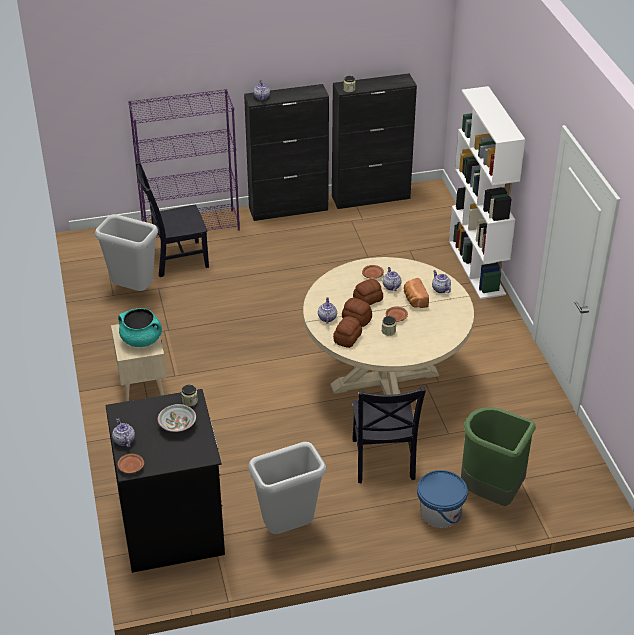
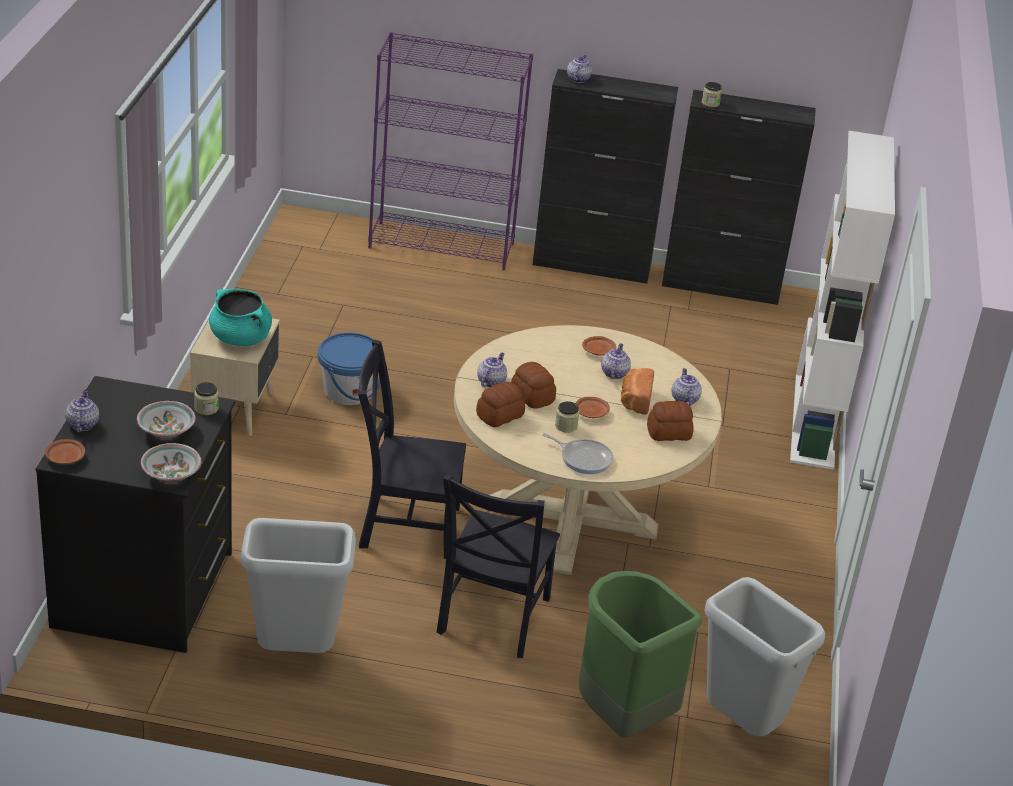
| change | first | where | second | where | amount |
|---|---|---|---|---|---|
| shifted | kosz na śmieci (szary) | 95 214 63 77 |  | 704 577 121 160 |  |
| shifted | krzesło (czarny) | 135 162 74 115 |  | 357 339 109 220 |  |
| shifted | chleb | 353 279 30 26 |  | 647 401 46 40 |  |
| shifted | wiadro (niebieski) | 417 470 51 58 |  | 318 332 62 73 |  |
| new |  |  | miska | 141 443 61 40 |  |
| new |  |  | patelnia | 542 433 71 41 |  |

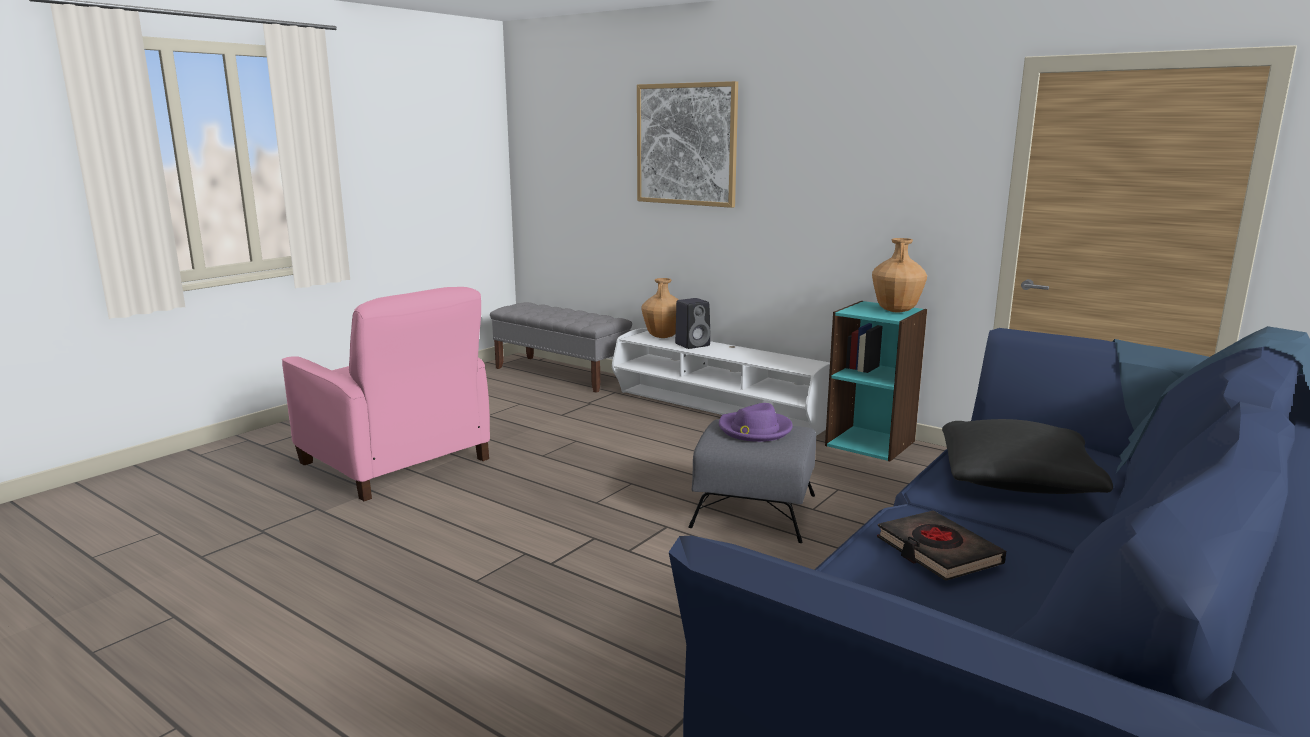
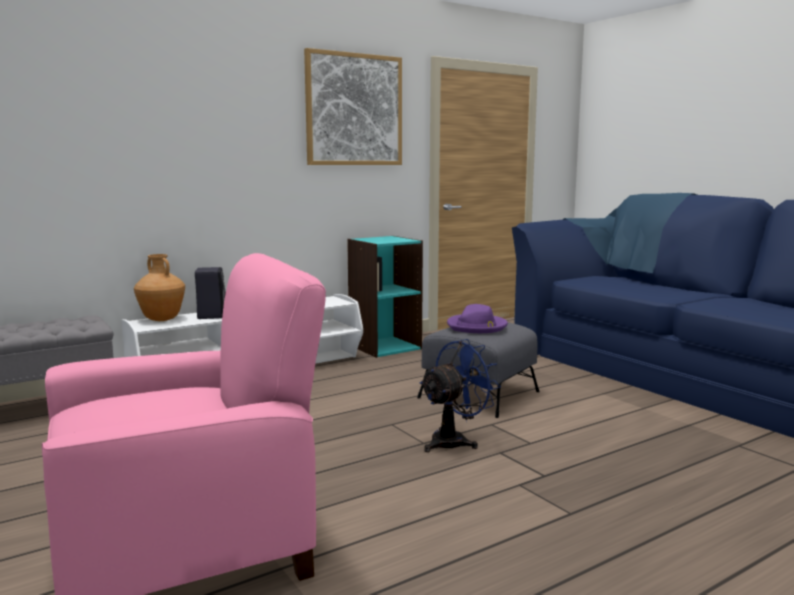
| change | first | where | second | where | amount |
|---|---|---|---|---|---|
| shifted | obraz | 637 81 101 127 |  | 304 48 98 117 |  |
| gone | wazon (brązowy) | 872 238 55 74 |  |  |  |
| gone | książka (czarny) | 877 511 129 70 |  |  |  |
| gone | poduszka (czarny) | 942 419 171 75 |  |  |  |
| new |  |  | wentylator (niebieski) | 420 339 81 113 |  |

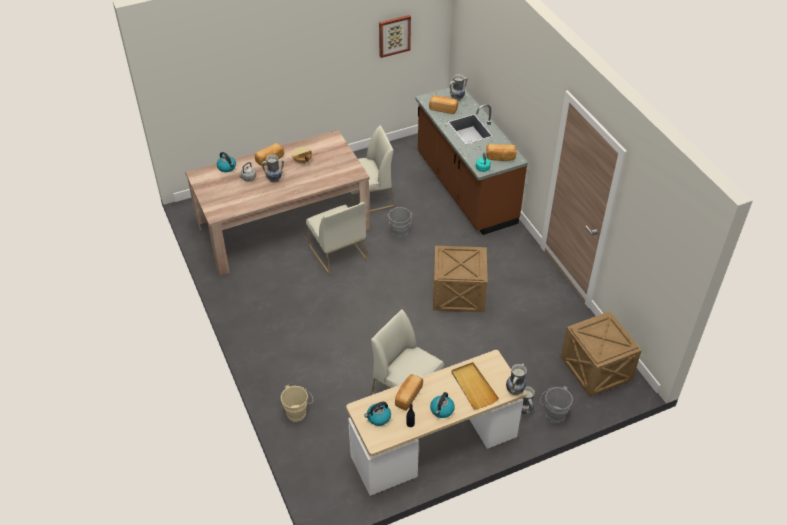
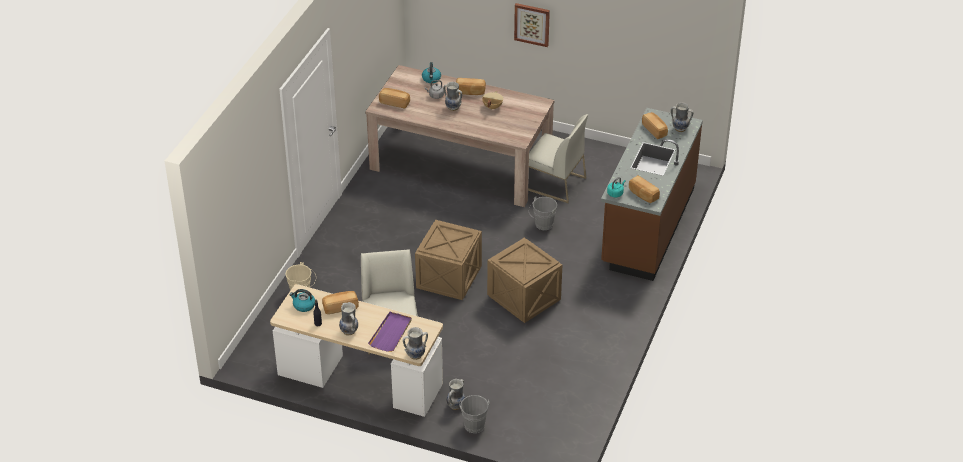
| change | first | where | second | where | amount |
|---|---|---|---|---|---|
| gone | krzesło (biały) | 306 202 62 74 |  |  |  |
| shifted | obraz | 379 15 32 43 |  | 514 3 36 44 |  |
| swapped | czajnik | 430 392 25 26 | wazon | 339 302 19 33 |  |
| repainted | taca (beżowy) | 451 362 48 47 | taca (fioletowy) | 368 312 44 40 |  |
| shifted | skrzynka | 561 311 81 86 |  | 415 220 67 80 |  |
| new |  |  | chleb | 379 88 31 20 |  |

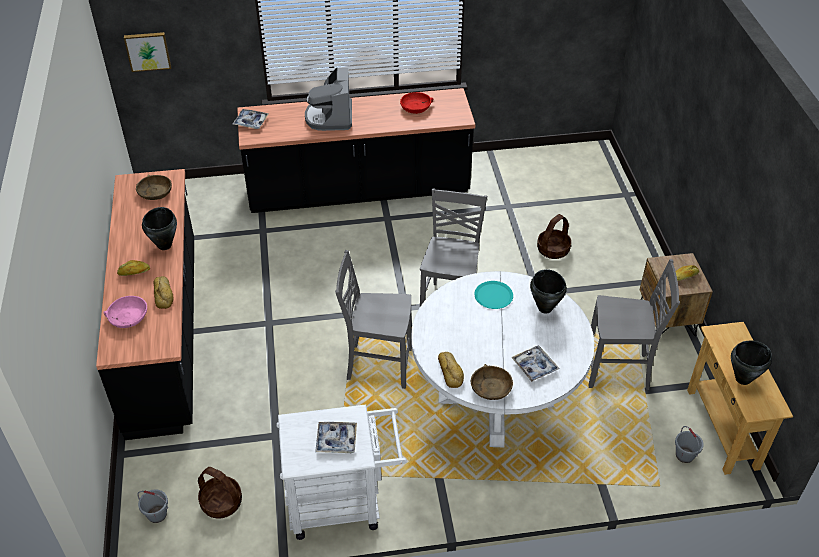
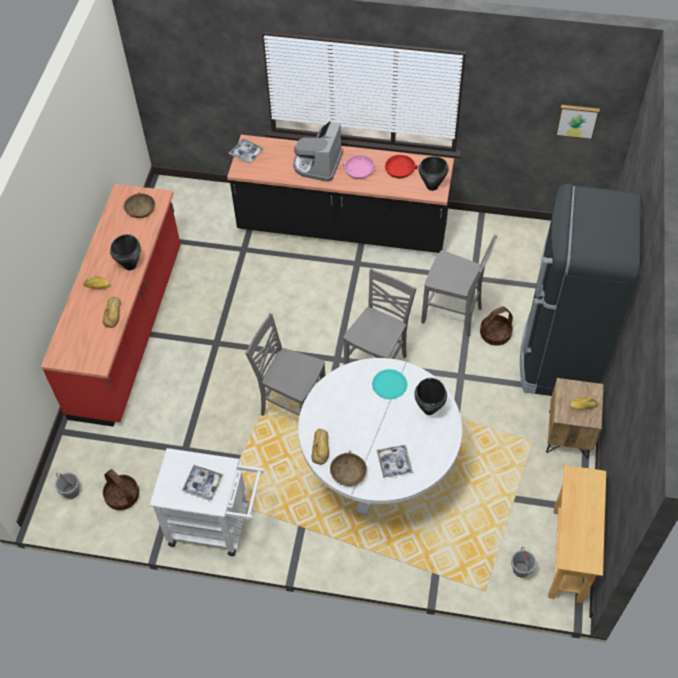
| change | first | where | second | where | amount |
|---|---|---|---|---|---|
| repainted | zabudowa kuchenna (czarny) | 96 169 98 271 | zabudowa kuchenna (czerwony) | 41 184 140 243 |  |
| shifted | miska (różowy) | 103 296 44 32 |  | 343 155 32 24 |  |
| shifted | obraz | 124 32 47 40 |  | 555 105 45 35 |  |
| shifted | krzesło (szary) | 589 259 91 131 |  | 421 235 76 102 |  |
| shifted | garnek (czarny) | 731 341 41 44 |  | 418 156 31 35 |  |
| new |  |  | lodówka (czarny) | 520 184 121 212 |  |

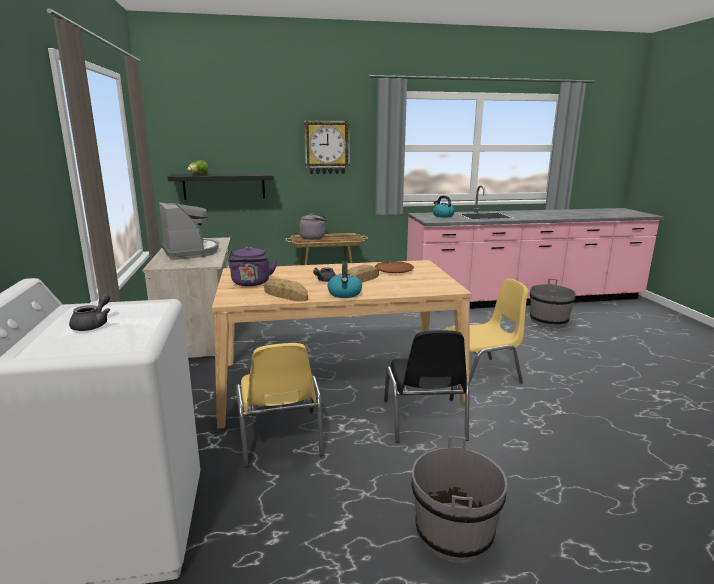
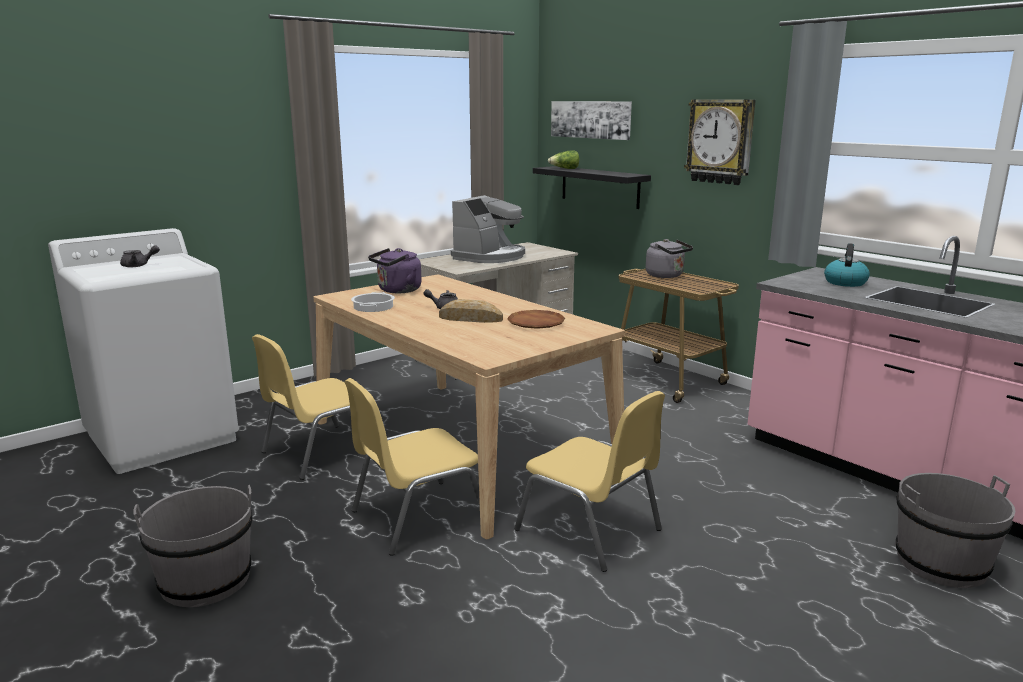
| change | first | where | second | where | amount |
|---|---|---|---|---|---|
| swapped | chleb | 264 279 44 23 | garnek | 351 292 44 20 |  |
| gone | czajnik | 327 261 35 37 |  |  |  |
| repainted | krzesło (czarny) | 384 330 85 113 | krzesło (żółty) | 344 378 136 178 |  |
| new |  |  | obraz | 551 101 81 39 |  |

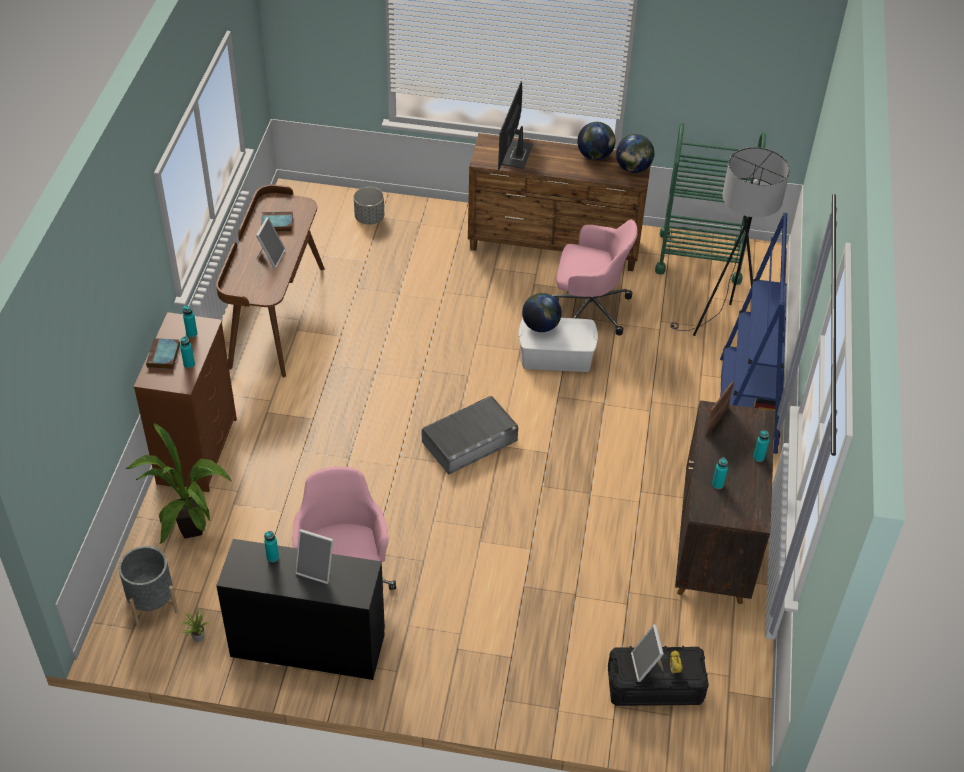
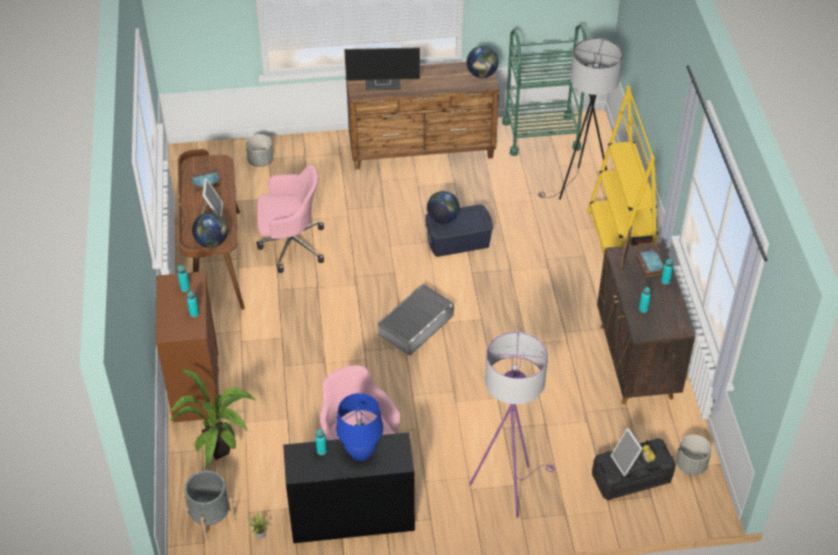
| change | first | where | second | where | amount |
|---|---|---|---|---|---|
| shifted | książka | 146 338 34 32 |  | 635 250 29 27 |  |
| swapped | ramka na zdjęcie | 295 529 39 55 | lampa stołowa (niebieski) | 336 393 47 68 |  |
| rotated | monitor | 498 81 35 90 |  | 344 47 76 43 | 90 degrees counterclockwise |
| repainted | pojemnik do przechowywania (biały) | 518 318 80 54 | pojemnik do przechowywania (niebieski) | 425 204 68 53 |  |
| shifted | krzesło biurowe (różowy) | 552 220 86 116 |  | 256 165 68 108 |  |
| shifted | globus | 577 122 38 38 |  | 192 212 36 36 |  |
| repainted | regał (niebieski) | 720 213 67 241 | regał (żółty) | 587 86 71 170 |  |
| new |  |  | lampa stojąca (fioletowy) | 469 332 86 186 |  |
| new |  |  | donica (szary) | 676 435 36 40 |  |

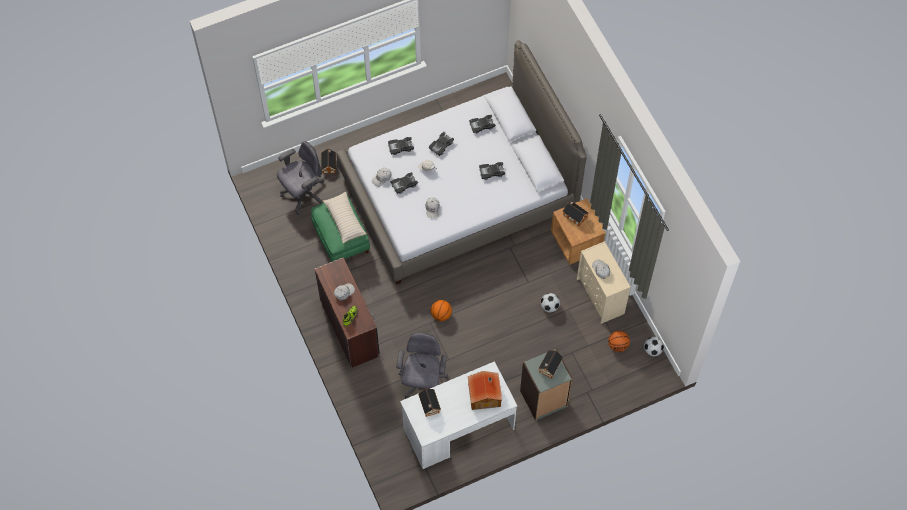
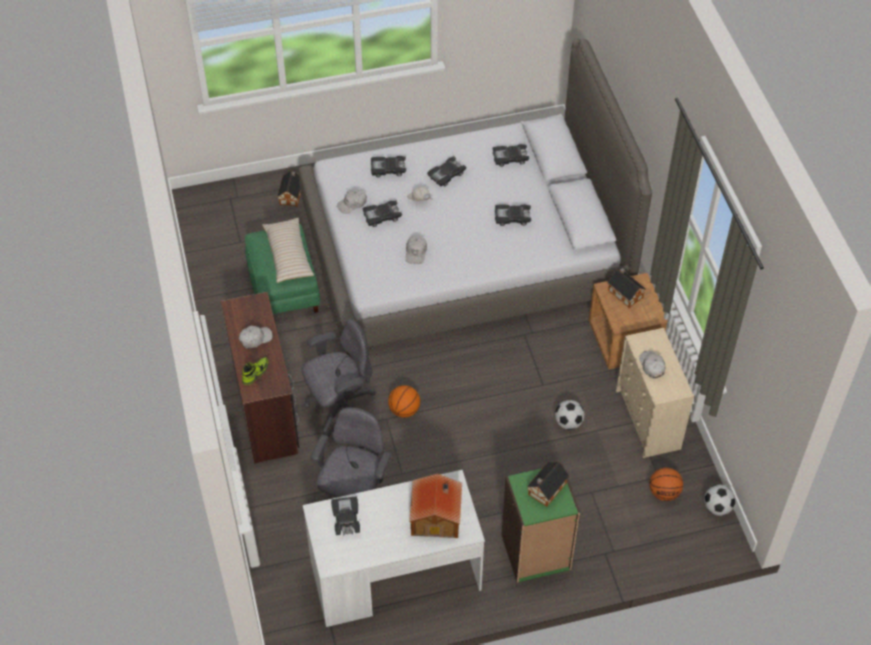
| change | first | where | second | where | amount |
|---|---|---|---|---|---|
| shifted | krzesło biurowe (szary) | 277 141 47 74 |  | 301 319 75 118 |  |
| swapped | domek | 418 389 23 28 | samochodzik (czarny) | 331 496 29 40 |  |
| repainted | regał (szary) | 520 348 53 73 | regał (zielony) | 501 464 79 119 |  |

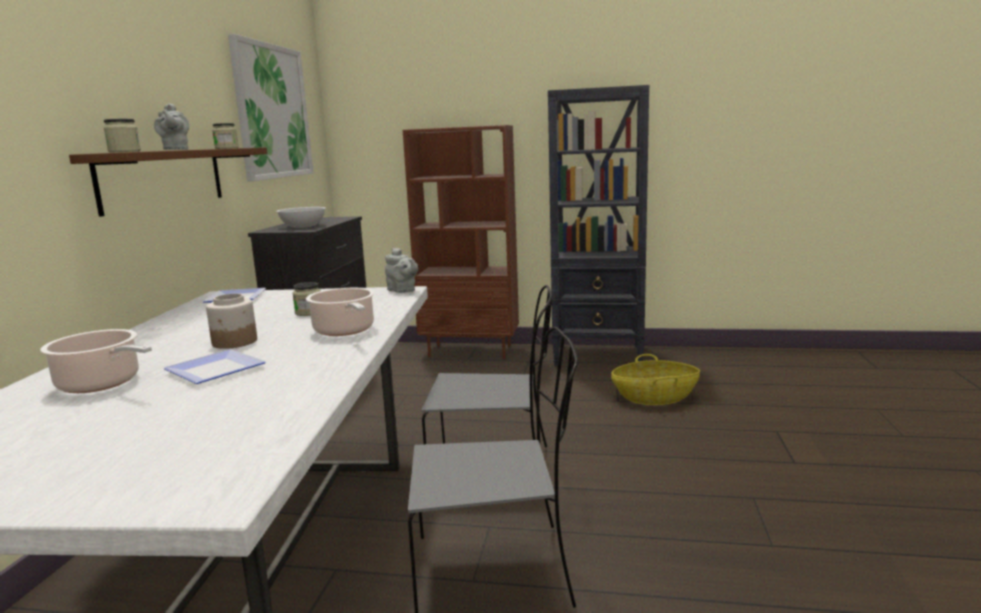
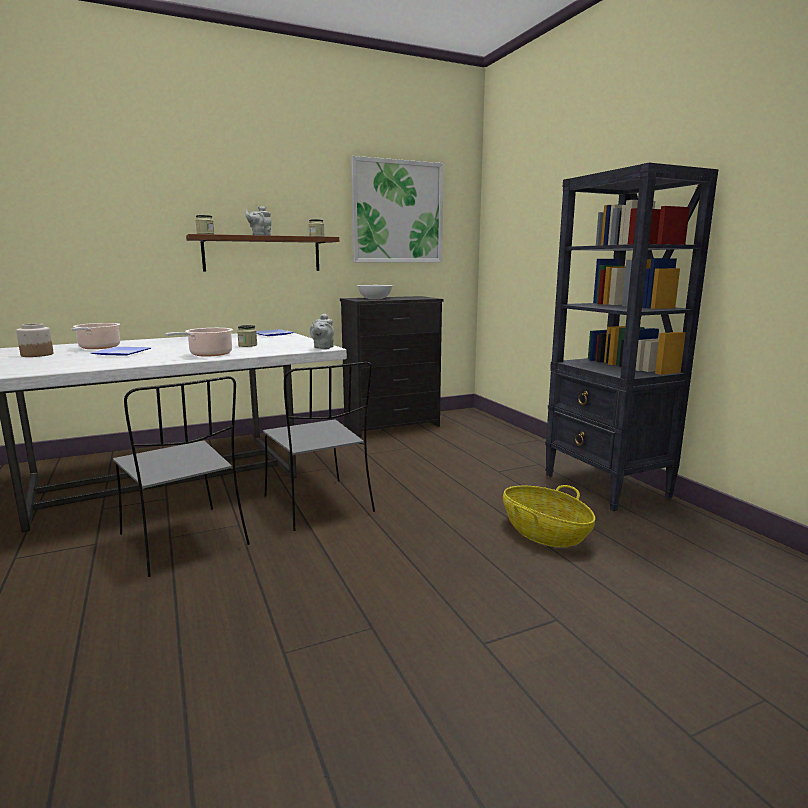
| change | first | where | second | where | amount |
|---|---|---|---|---|---|
| shifted | słoik | 206 293 51 56 |  | 16 323 38 34 |  |
| gone | regał (brązowy) | 403 125 116 234 |  |  |  |

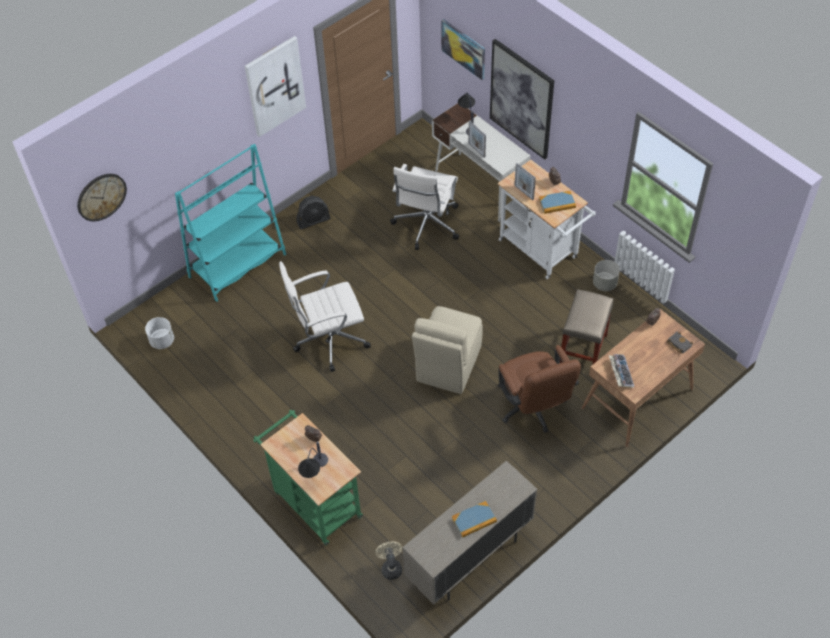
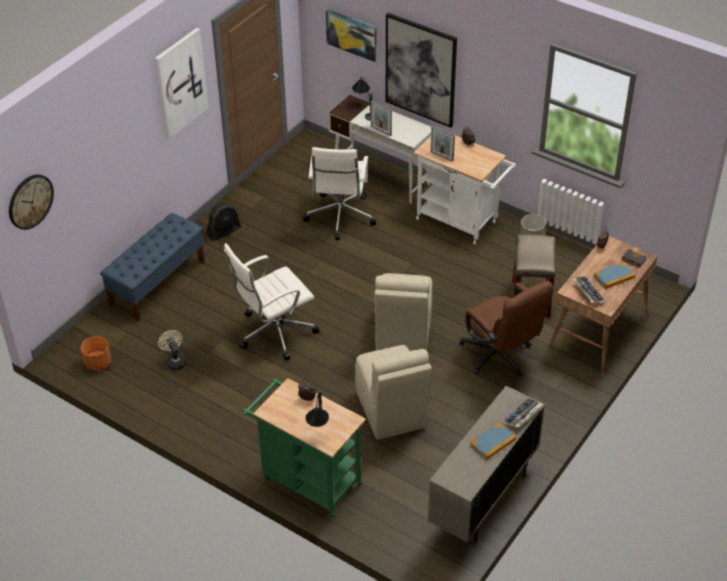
| change | first | where | second | where | amount |
|---|---|---|---|---|---|
| repainted | donica (biały) | 145 317 29 32 | donica (pomarańczowy) | 81 336 30 35 |  |
| swapped | regał (turkusowy) | 175 144 111 158 | ławka (niebieski) | 100 213 105 108 |  |
| shifted | wentylator (beżowy) | 375 542 27 38 |  | 158 330 28 40 |  |
| shifted | książka | 539 191 37 23 |  | 593 262 42 27 |  |
| new |  |  | krzesło (beżowy) | 355 345 77 95 |  |
| new |  |  | klawiatura | 502 398 41 30 |  |

